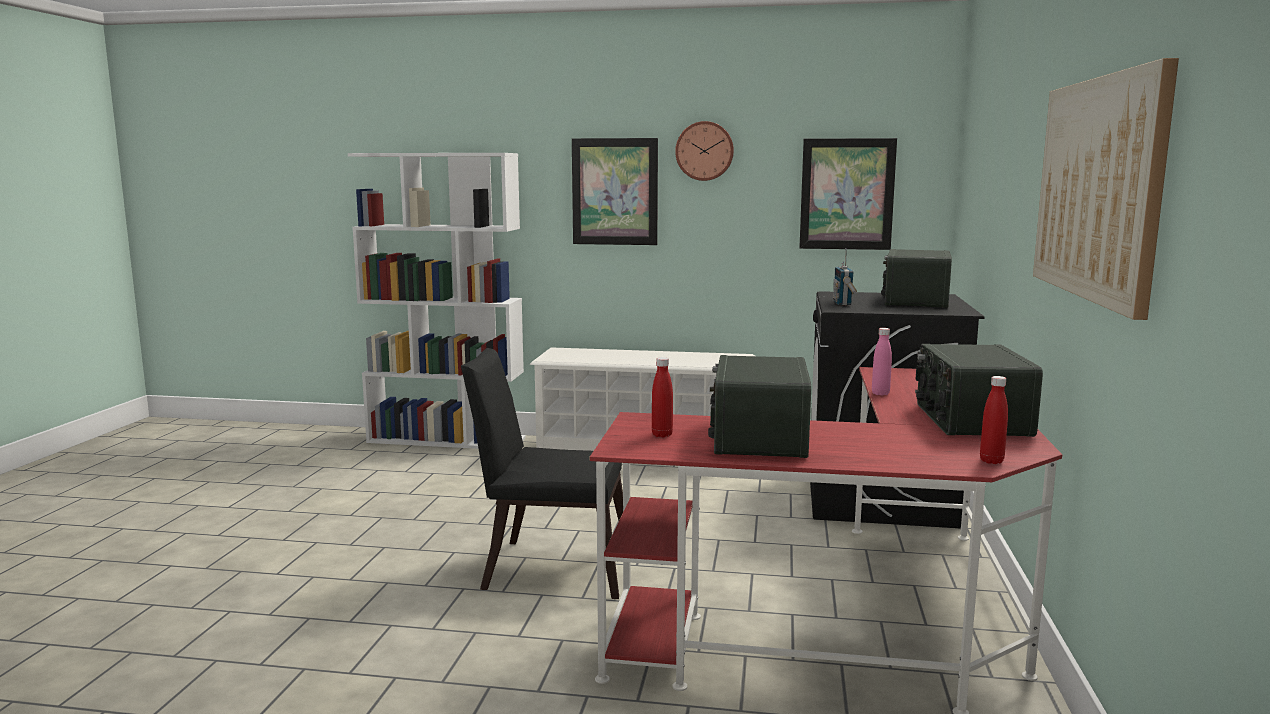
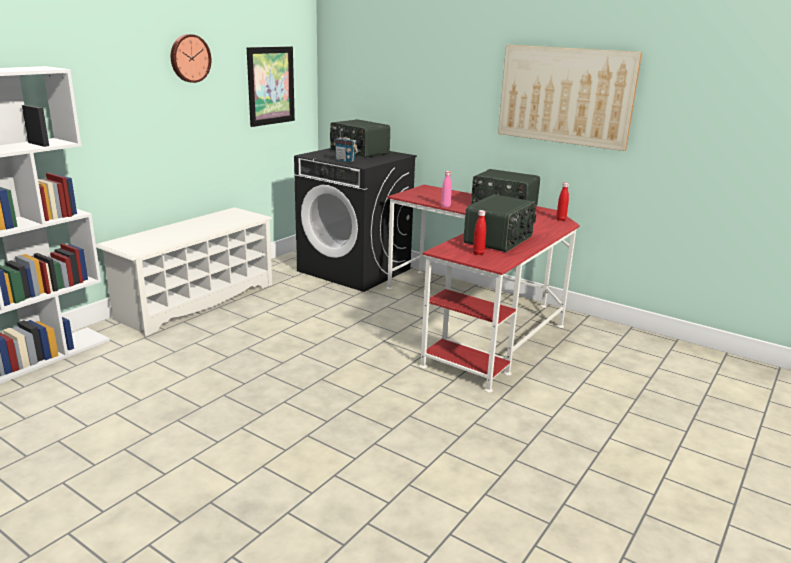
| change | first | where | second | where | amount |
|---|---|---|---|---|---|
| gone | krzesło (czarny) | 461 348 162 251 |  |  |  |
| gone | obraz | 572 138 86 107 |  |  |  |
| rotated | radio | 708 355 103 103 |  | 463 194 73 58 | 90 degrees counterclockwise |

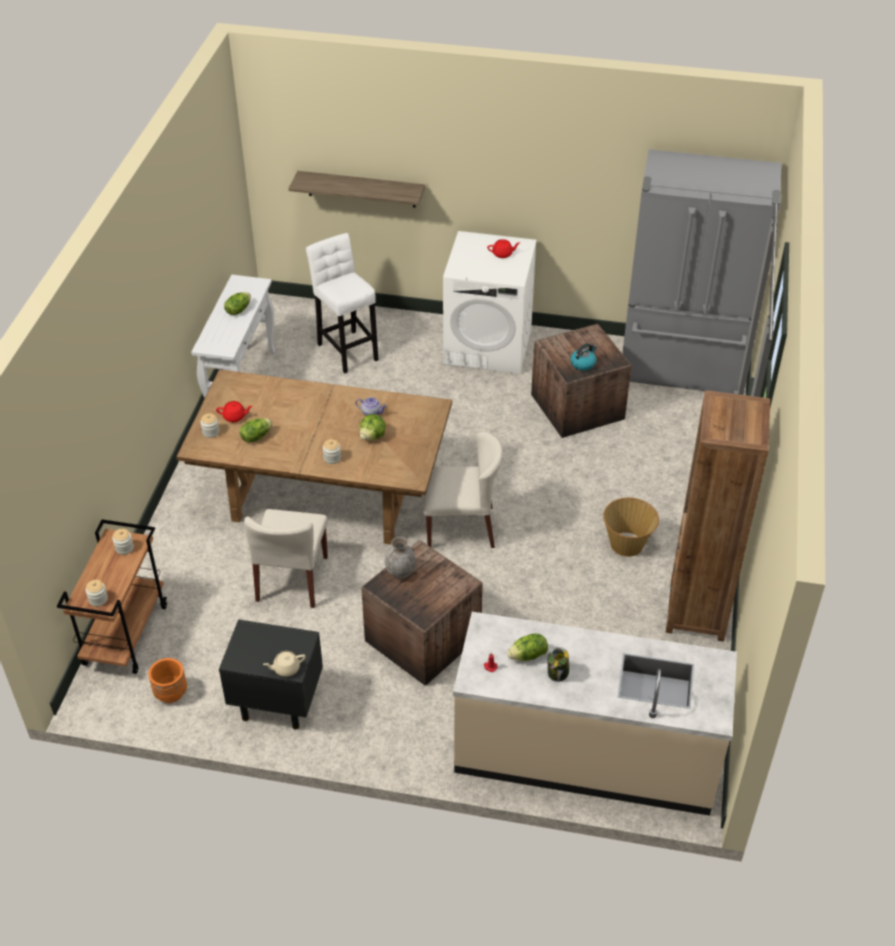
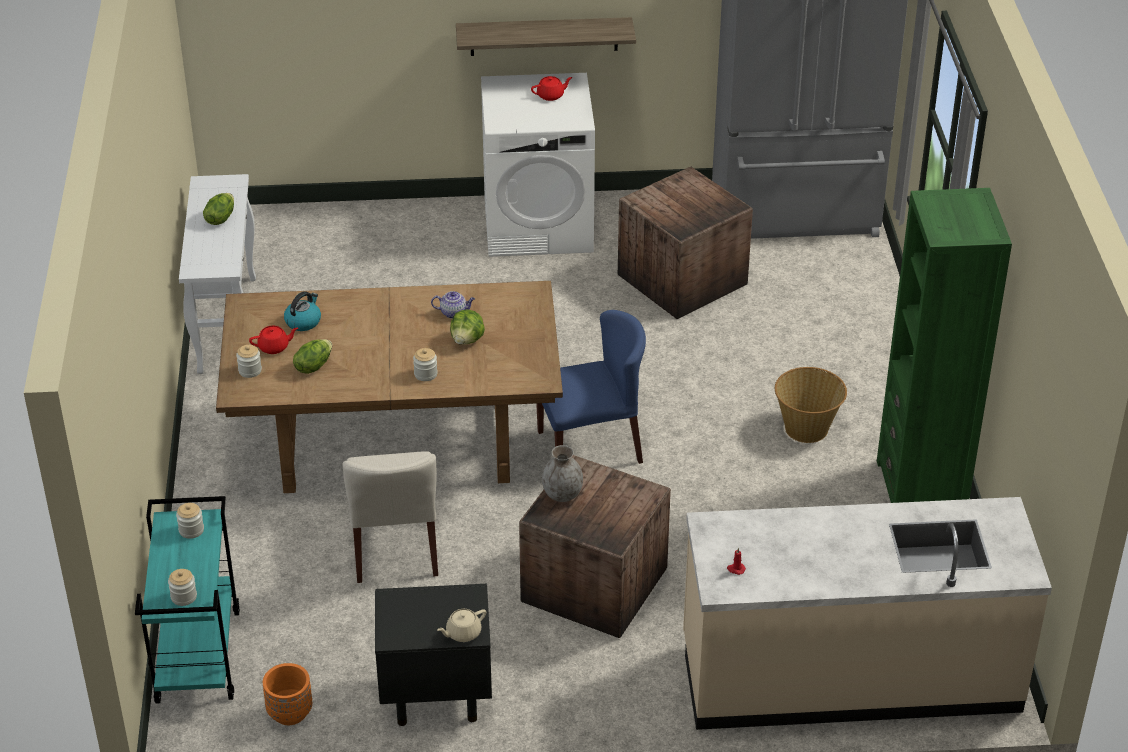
| change | first | where | second | where | amount |
|---|---|---|---|---|---|
| repainted | wózek (brązowy) | 57 519 110 155 | wózek (turkusowy) | 135 496 105 208 |  |
| shifted | półka | 288 171 137 37 |  | 456 17 180 39 |  |
| gone | stołek (biały) | 306 233 72 140 |  |  |  |
| repainted | krzesło (beżowy) | 424 432 79 116 | krzesło (niebieski) | 536 310 110 154 |  |
| gone | sałata | 507 633 41 28 |  |  |  |
| gone | słoik | 547 647 22 35 |  |  |  |
| shifted | czajnik | 570 343 27 28 |  | 284 291 37 40 |  |
| repainted | regał (brązowy) | 666 390 104 251 | regał (zielony) | 877 188 135 315 |  |

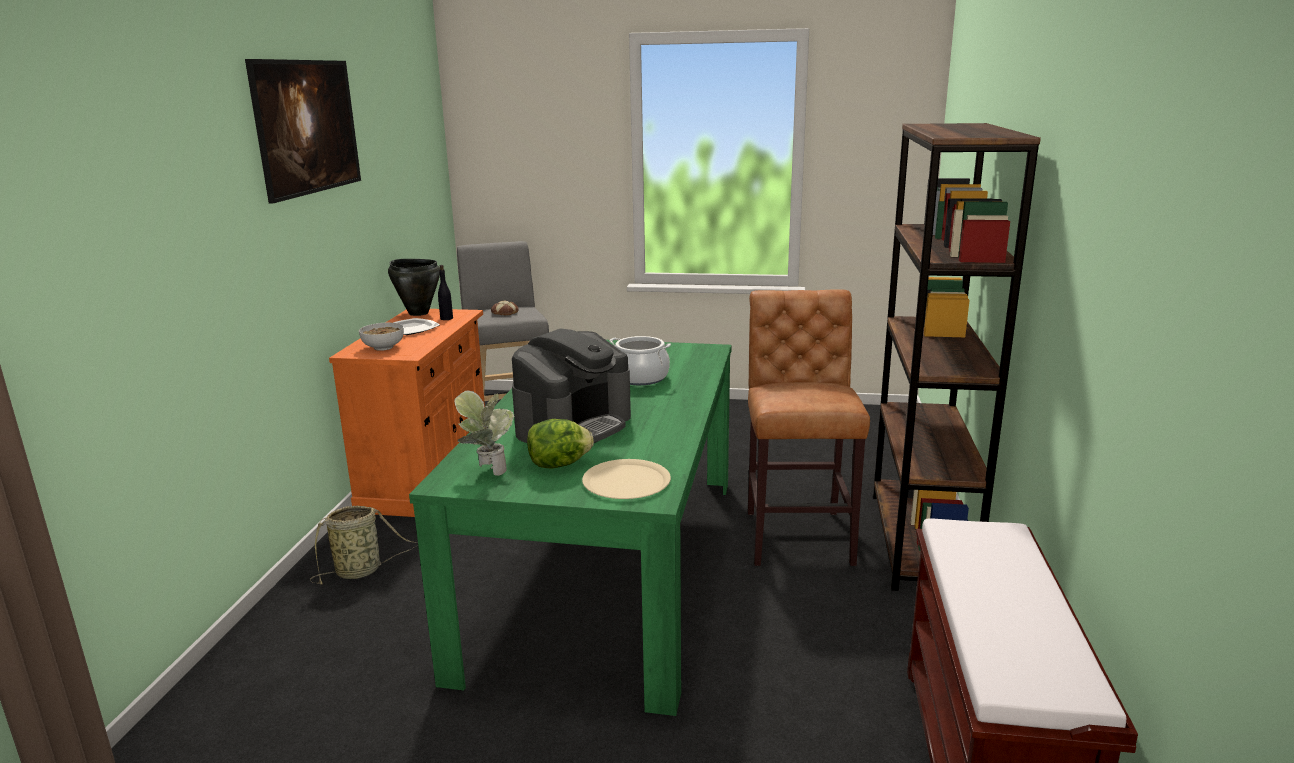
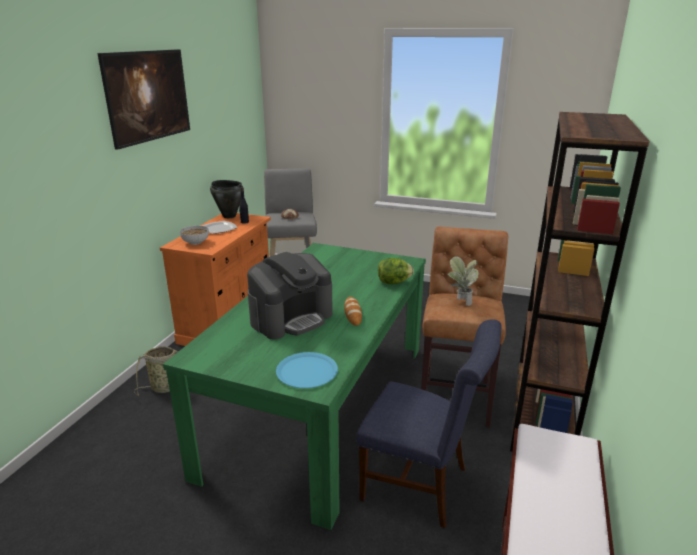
| change | first | where | second | where | amount |
|---|---|---|---|---|---|
| shifted | roślina doniczkowa | 454 391 61 85 |  | 447 256 32 50 |  |
| shifted | sałata | 527 419 67 49 |  | 378 258 36 26 |  |
| repainted | talerz (beżowy) | 582 459 89 40 | talerz (niebieski) | 276 352 62 36 |  |
| gone | garnek | 609 336 62 49 |  |  |  |
| new |  |  | chleb | 344 297 18 29 |  |
| new |  |  | krzesło (niebieski) | 356 319 145 209 |  |

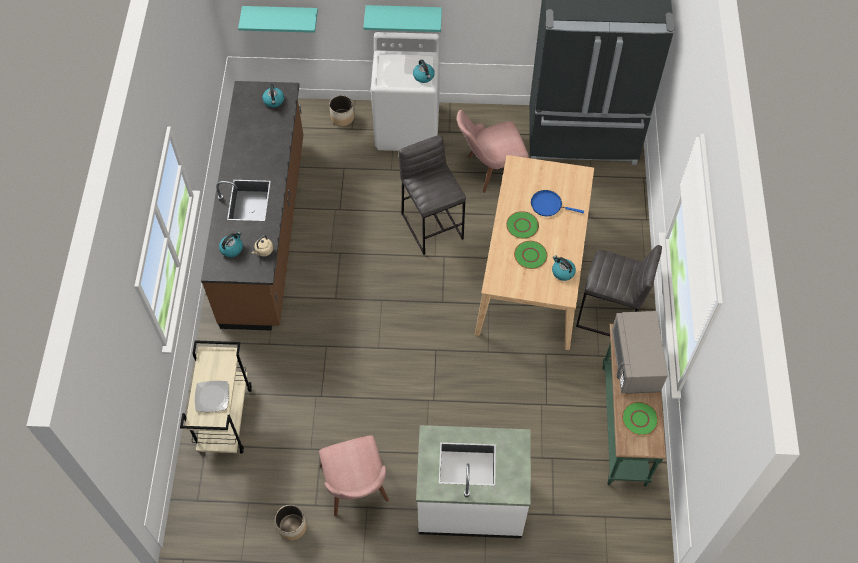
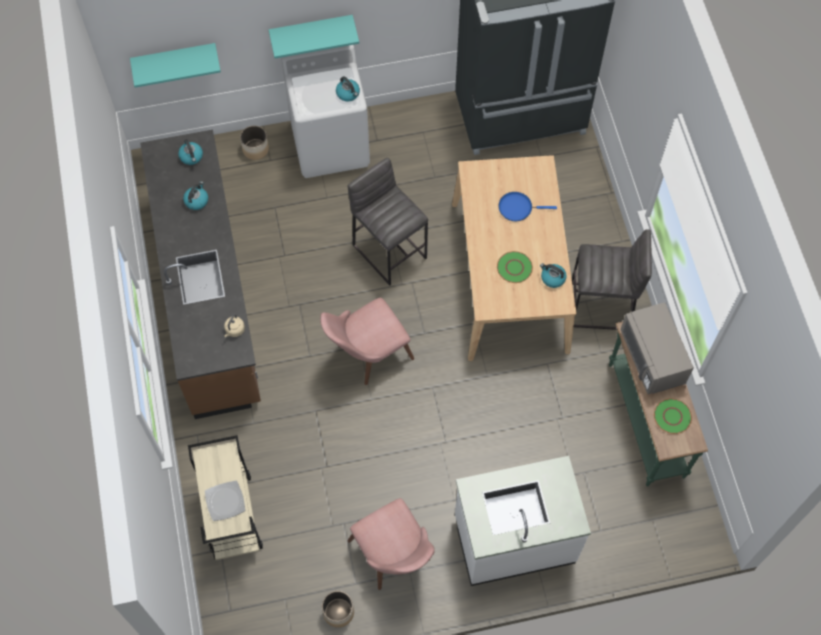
| change | first | where | second | where | amount |
|---|---|---|---|---|---|
| shifted | czajnik | 219 231 24 26 |  | 183 181 25 29 |  |
| shifted | krzesło (różowy) | 457 110 72 83 |  | 320 298 94 87 |  |
| gone | talerz (zielony) | 506 211 33 28 |  |  |  |

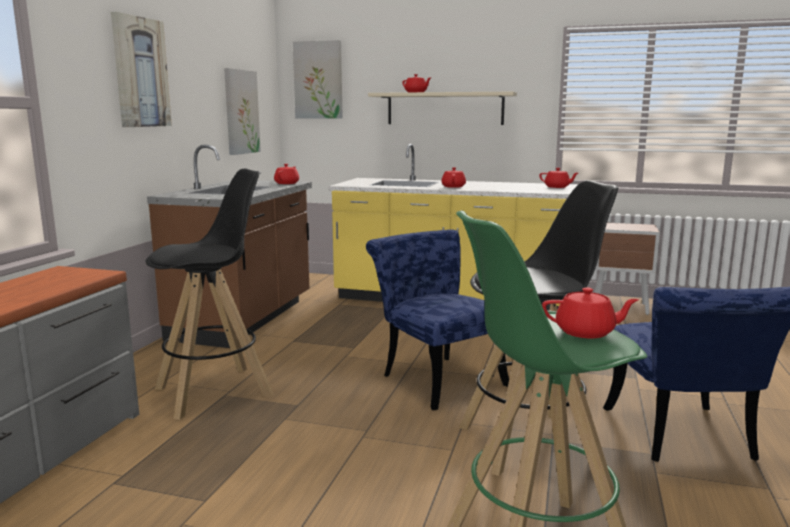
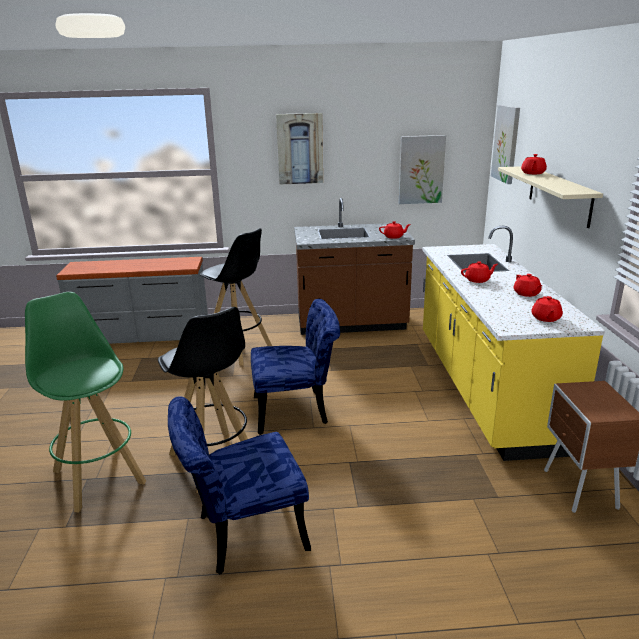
| change | first | where | second | where | amount |
|---|---|---|---|---|---|
| rotated | krzesło (niebieski) | 366 229 143 181 |  | 251 299 89 136 | 45 degrees clockwise |
| shifted | imbryk (czerwony) | 542 287 97 51 |  | 514 274 28 23 |  |

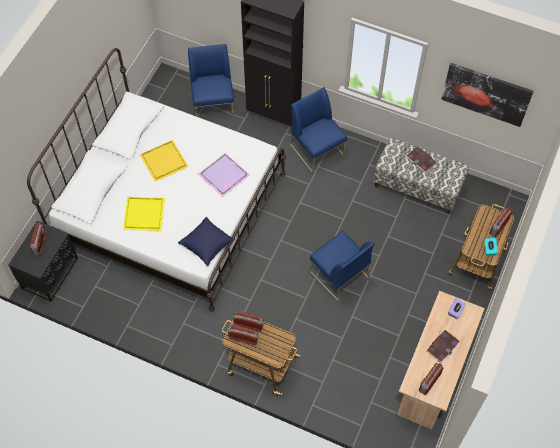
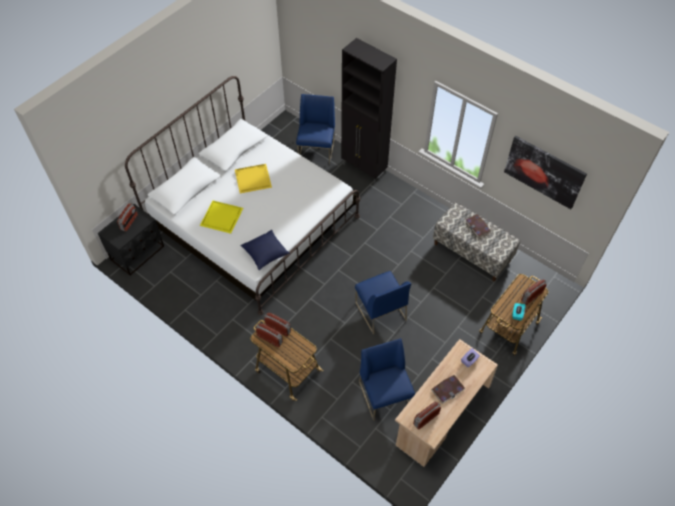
| change | first | where | second | where | amount |
|---|---|---|---|---|---|
| gone | taca (fioletowy) | 198 153 52 44 |  |  |  |
| shifted | krzesło (niebieski) | 290 87 57 87 |  | 359 338 56 83 |  |

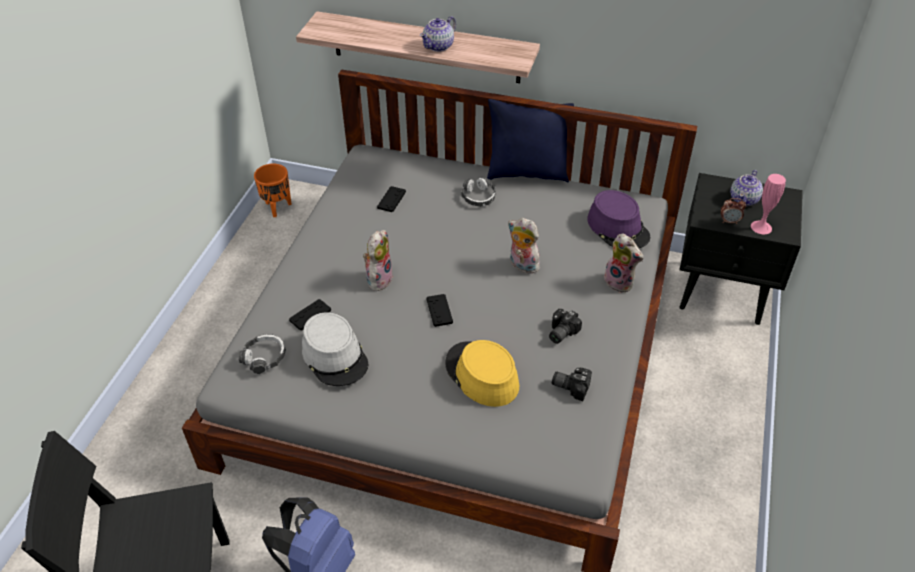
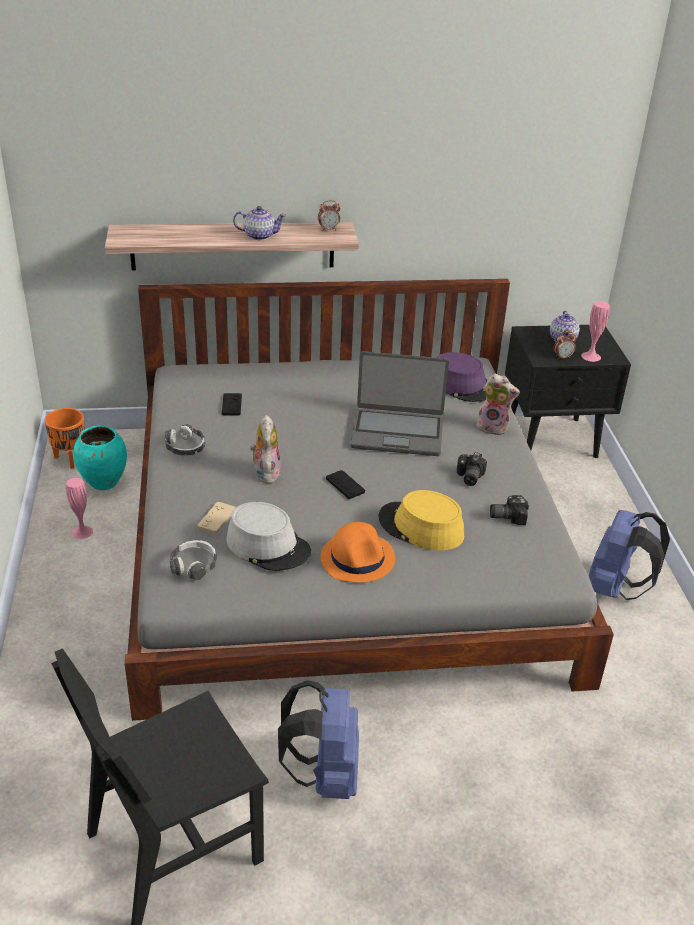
| change | first | where | second | where | amount |
|---|---|---|---|---|---|
| repainted | pad do gier (czarny) | 289 299 42 32 | pad do gier (beżowy) | 197 502 39 32 |  |
| rotated | imbryk | 420 16 36 36 |  | 233 206 53 34 | 105 degrees counterclockwise |
| shifted | słuchawki | 461 177 35 30 |  | 164 424 41 32 |  |
| gone | poduszka (niebieski) | 487 99 87 84 |  |  |  |
| swapped | pluszak | 508 218 32 56 | laptop | 350 351 99 105 |  |
| new |  |  | wazon (różowy) | 66 478 27 61 |  |
| new |  |  | wazon (turkusowy) | 73 426 54 64 |  |
| new |  |  | budzik | 318 200 22 31 |  |
| new |  |  | kapelusz (pomarańczowy) | 320 522 75 61 |  |
| new |  |  | plecak (niebieski) | 588 510 82 90 |  |

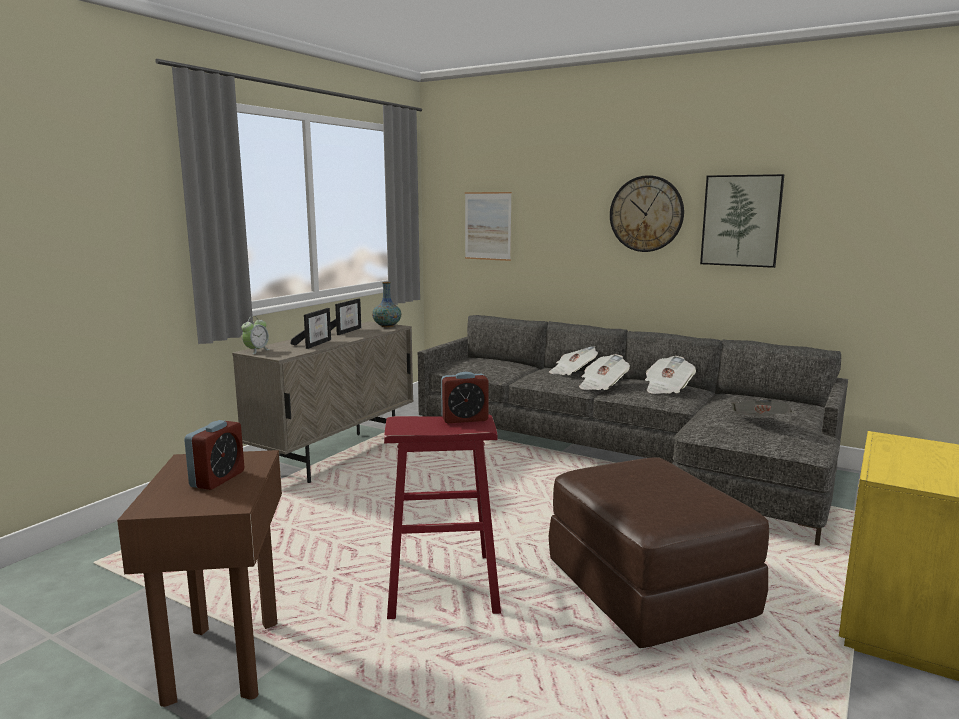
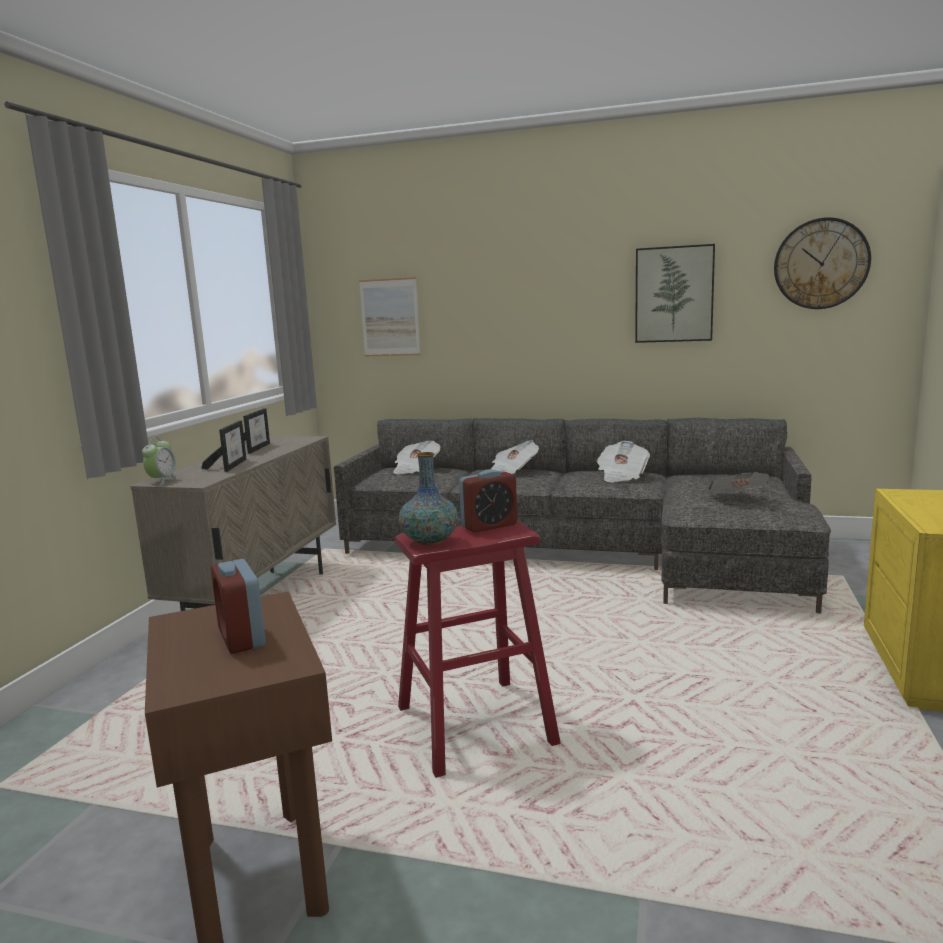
| change | first | where | second | where | amount |
|---|---|---|---|---|---|
| rotated | budzik | 184 420 60 70 |  | 211 559 55 95 | 150 degrees clockwise |
| shifted | wazon | 372 282 29 45 |  | 399 452 59 93 |  |
| gone | pufa (brązowy) | 549 457 220 191 |  |  |  |
| shifted | gazeta | 579 354 51 36 |  | 393 441 47 33 |  |
| shifted | zegar ścienny | 610 175 74 77 |  | 774 217 97 92 |  |

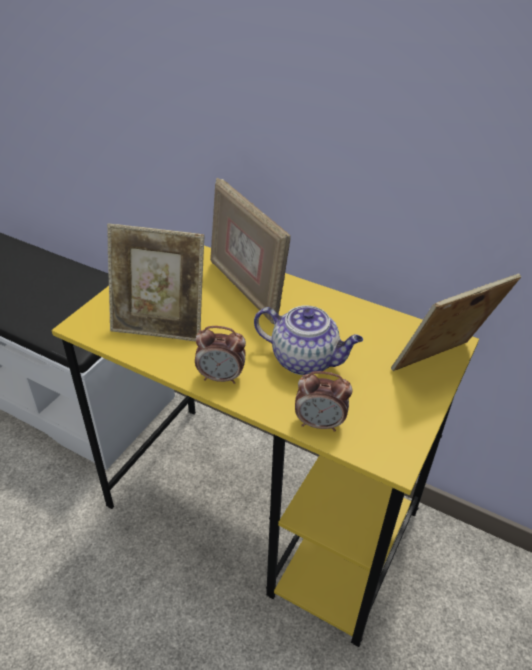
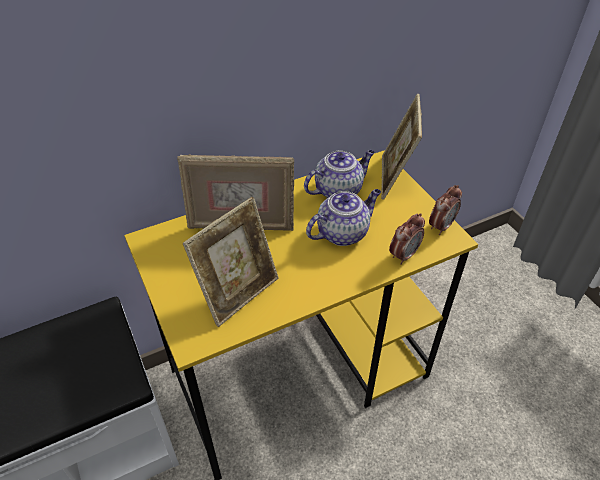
| change | first | where | second | where | amount |
|---|---|---|---|---|---|
| shifted | budzik | 195 326 51 58 |  | 429 185 33 50 |  |
| new |  |  | imbryk | 304 150 71 48 |  |

